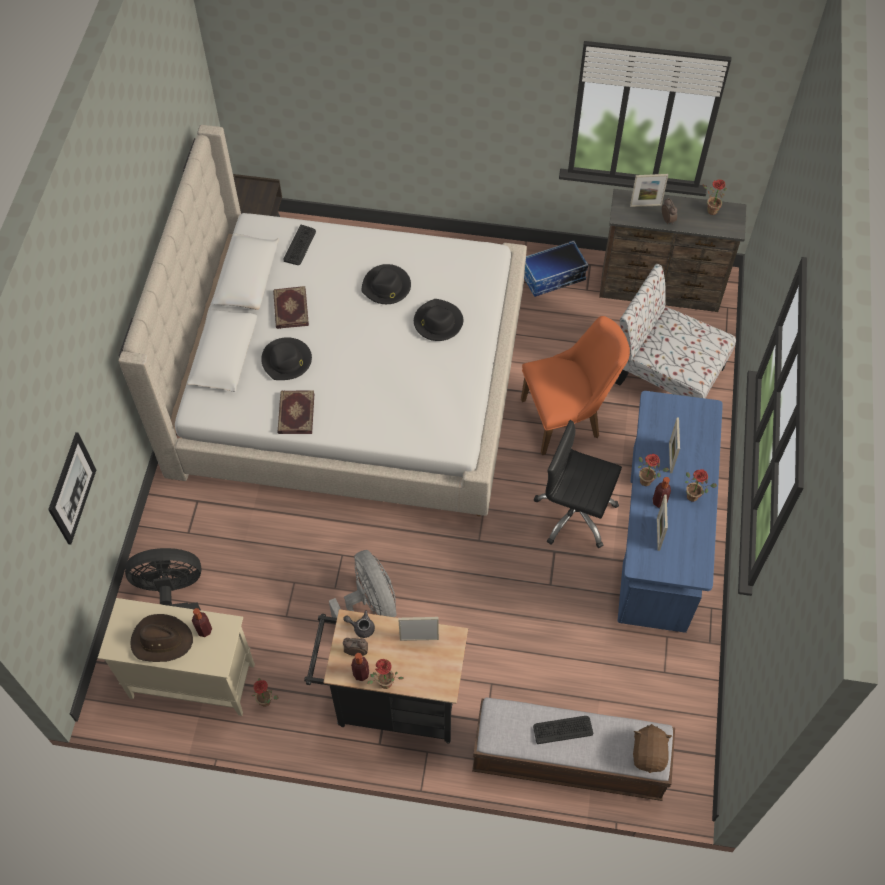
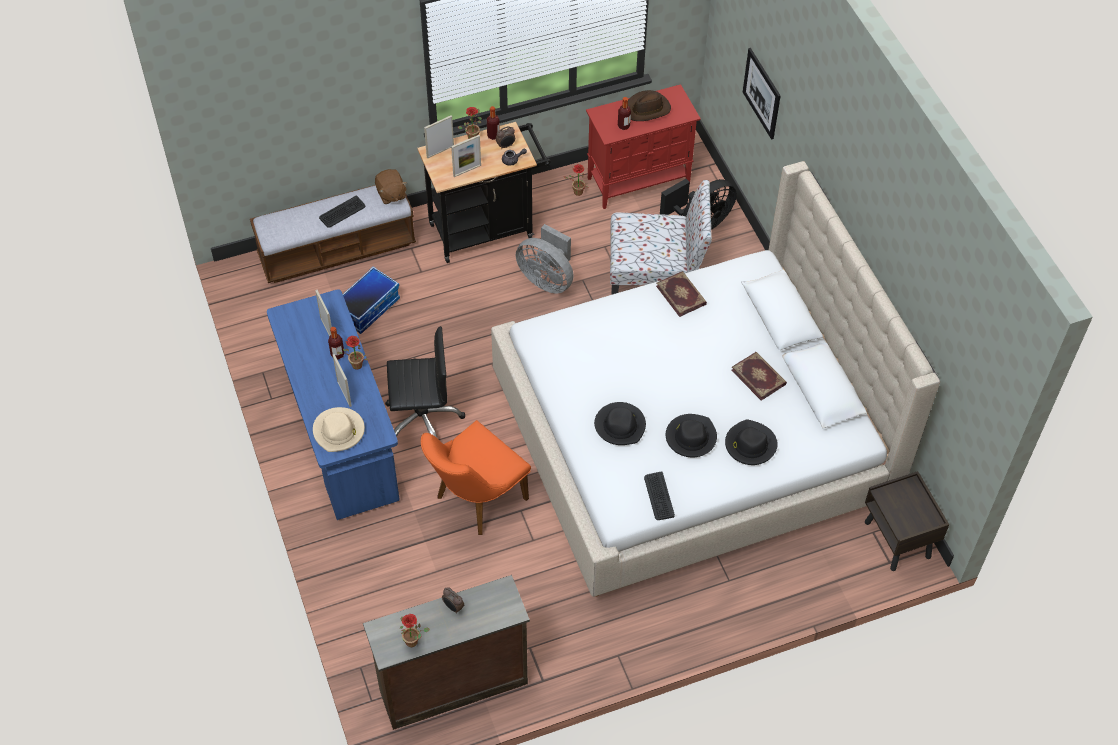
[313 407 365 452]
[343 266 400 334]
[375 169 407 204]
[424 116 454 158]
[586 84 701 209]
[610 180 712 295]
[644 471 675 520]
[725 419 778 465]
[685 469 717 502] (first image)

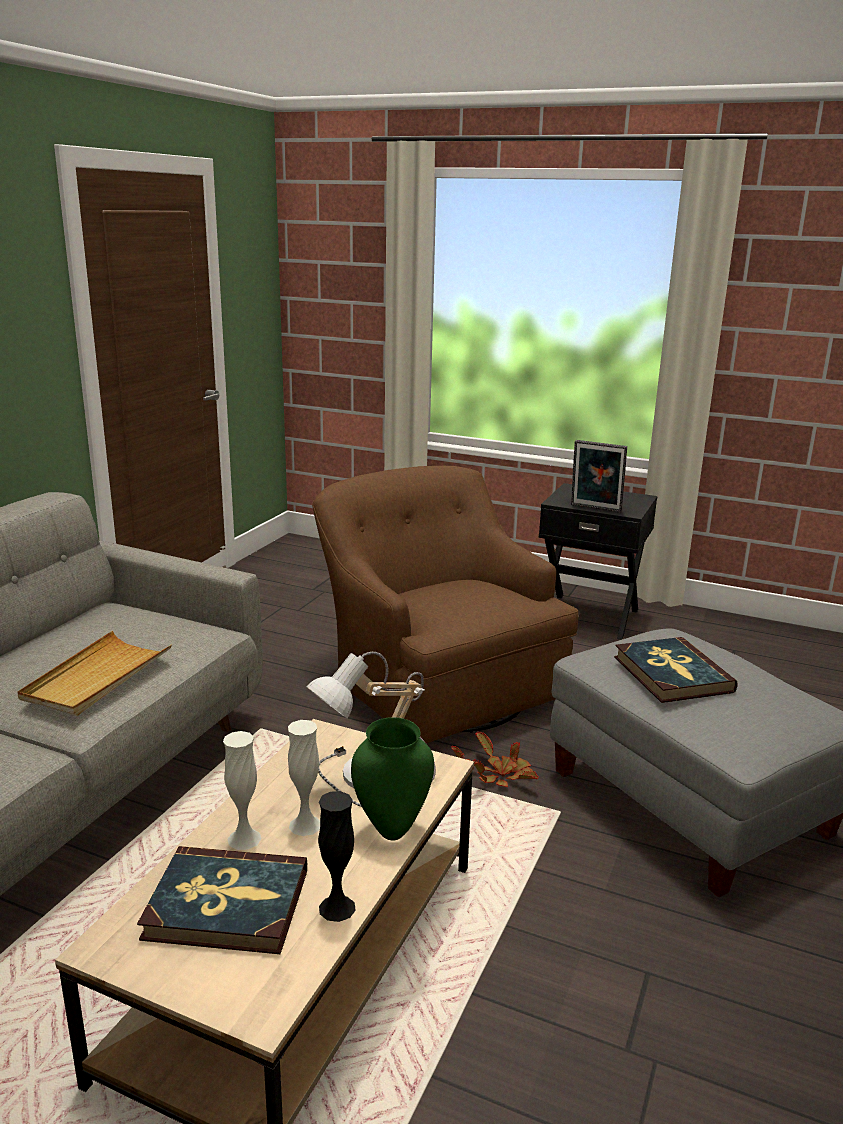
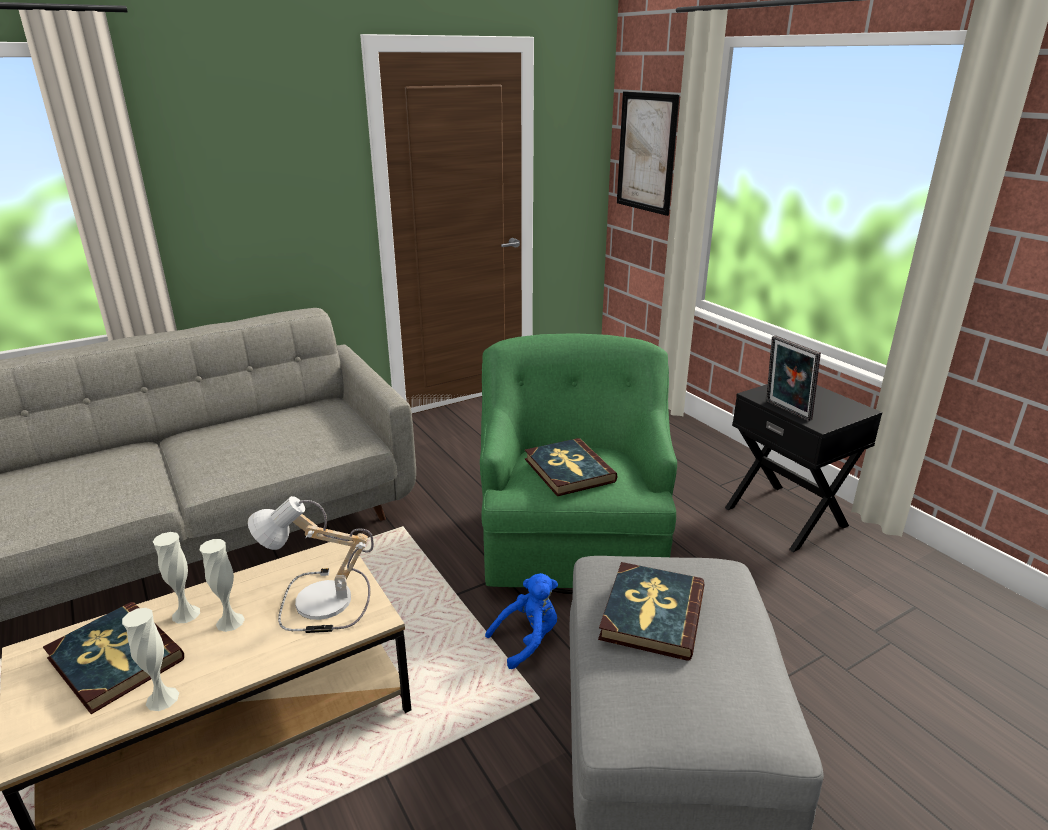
[122 608 179 711]
[480 333 677 594]
[485 573 558 669]
[525 438 617 496]
[617 91 680 216]
[17 631 172 716] (first image)
[351 717 434 840] (first image)

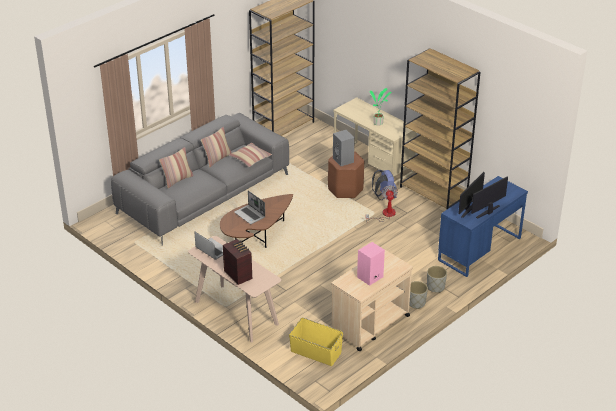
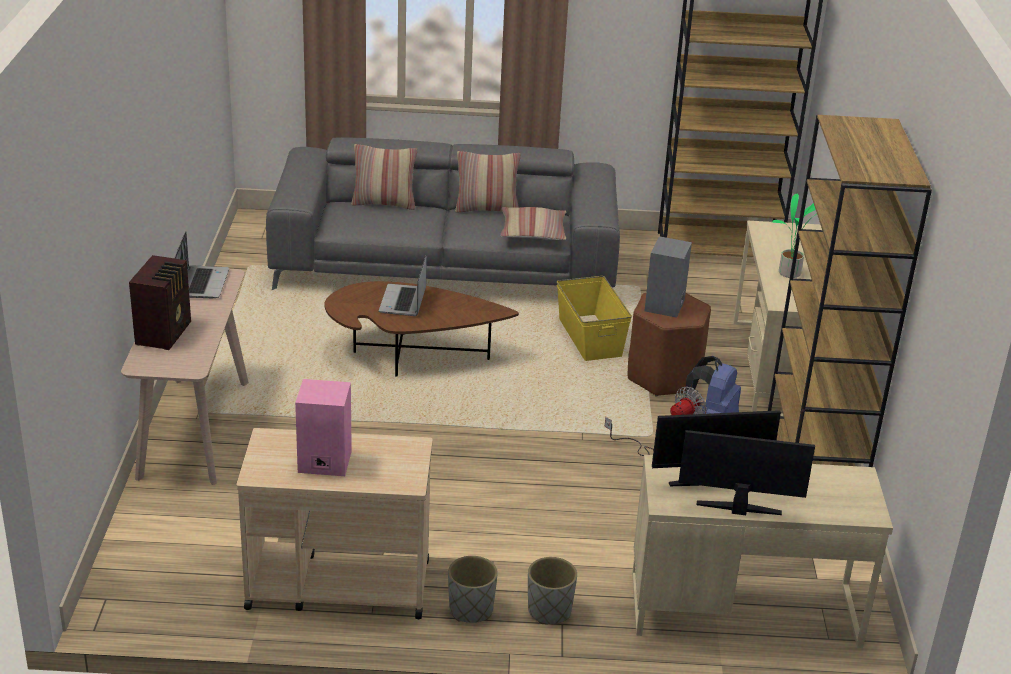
[557 276 632 361]
[632 455 893 648]

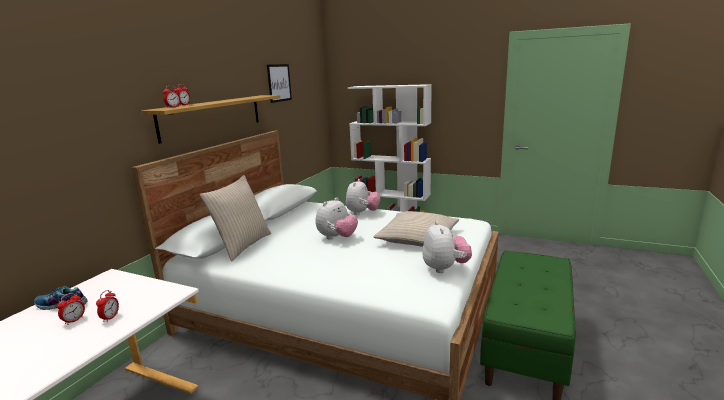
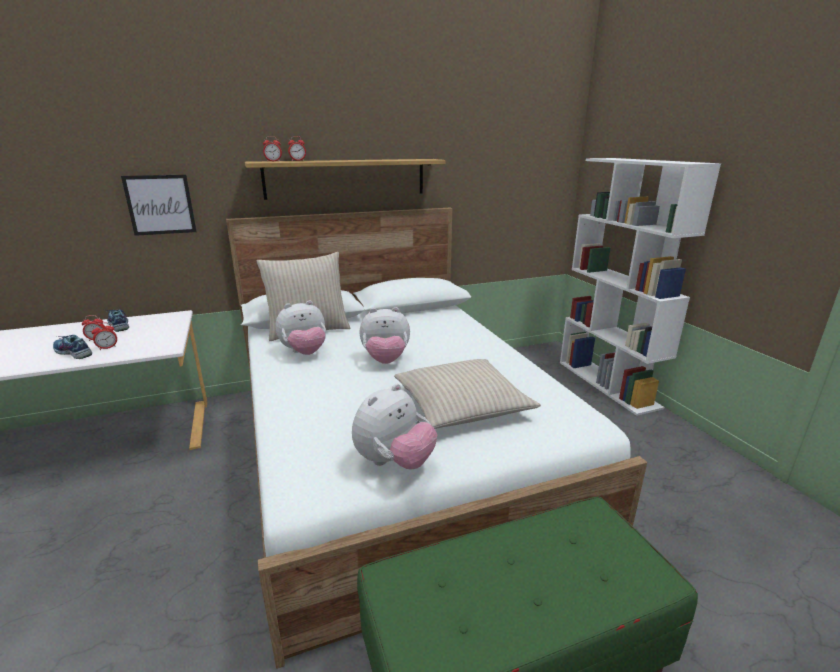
[53 335 92 359]
[121 175 197 236]
[276 300 326 355]

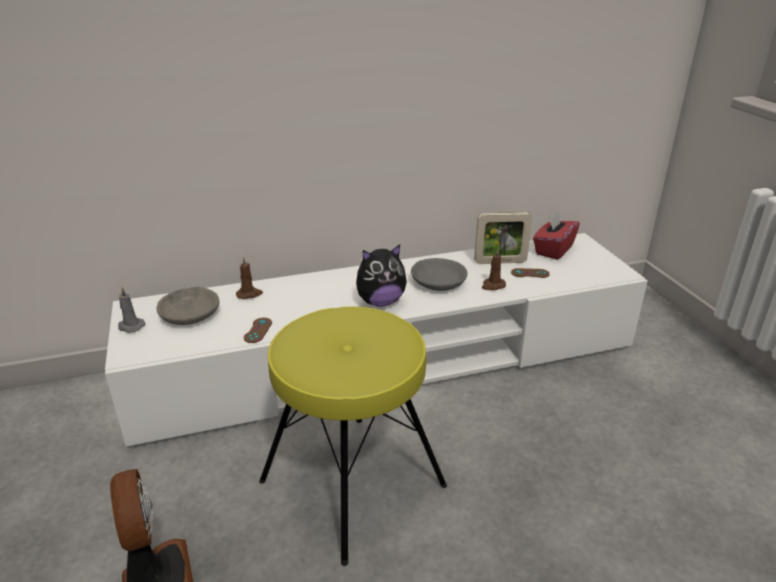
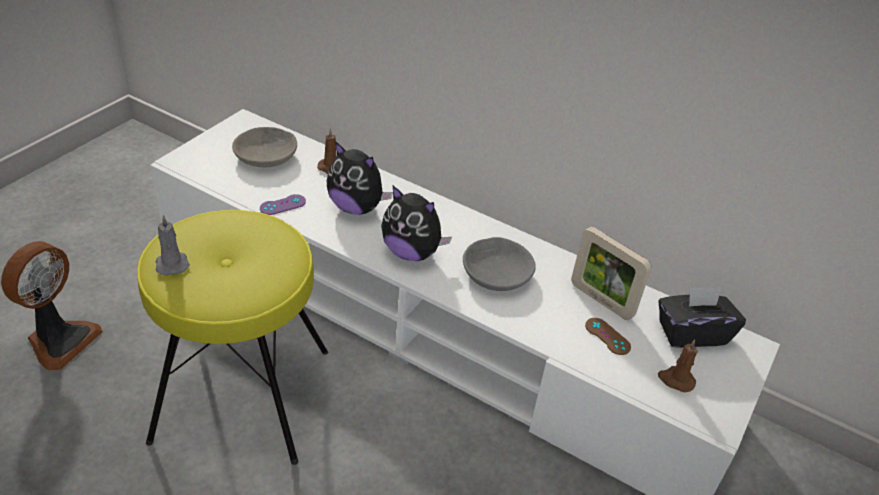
[156 215 190 276]
[260 194 306 215]
[327 141 393 215]
[658 287 746 348]
[658 339 698 392]

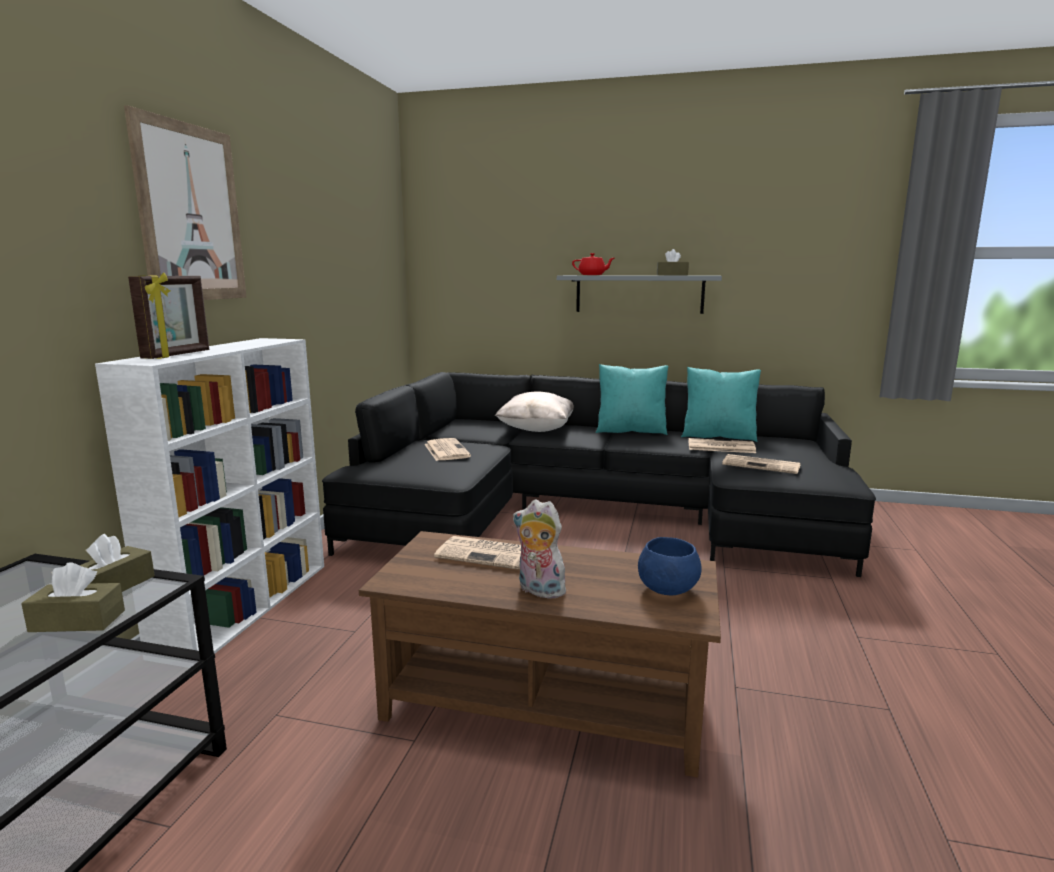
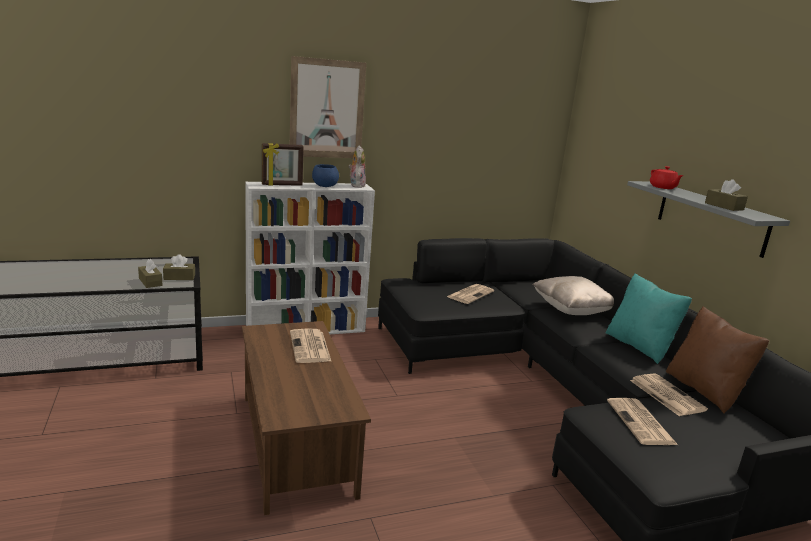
[312 164 339 187]
[348 145 366 188]
[666 306 769 413]

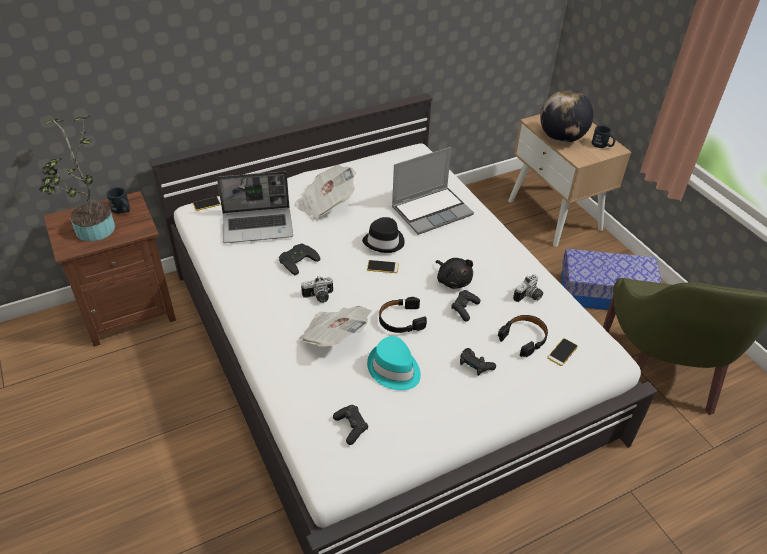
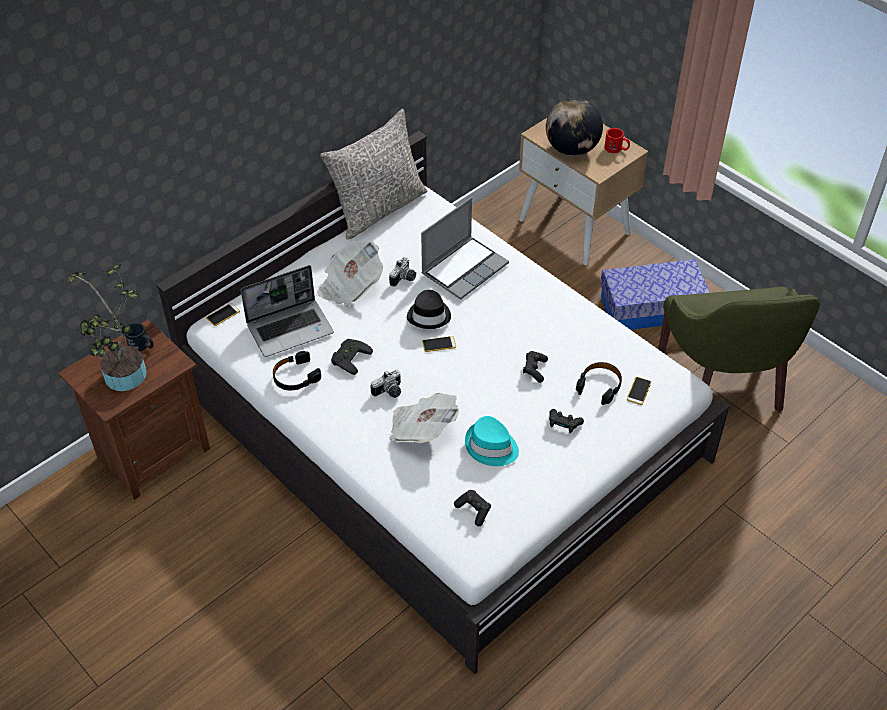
[273 351 321 390]
[320 109 428 240]
[389 257 416 287]
[605 128 630 153]
[436 258 473 289] (first image)

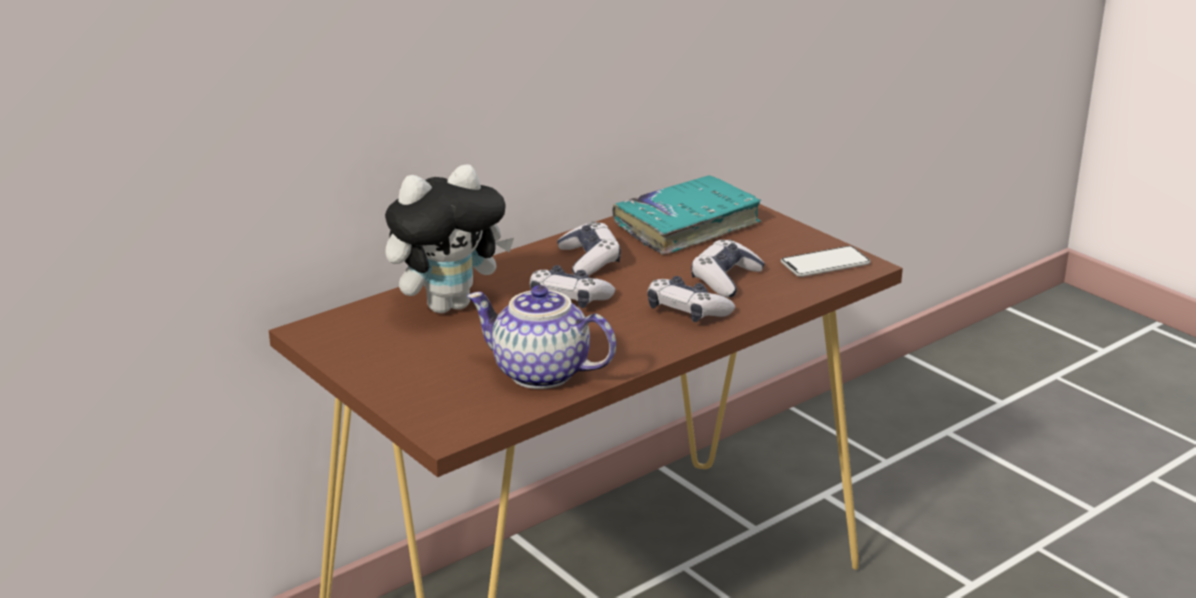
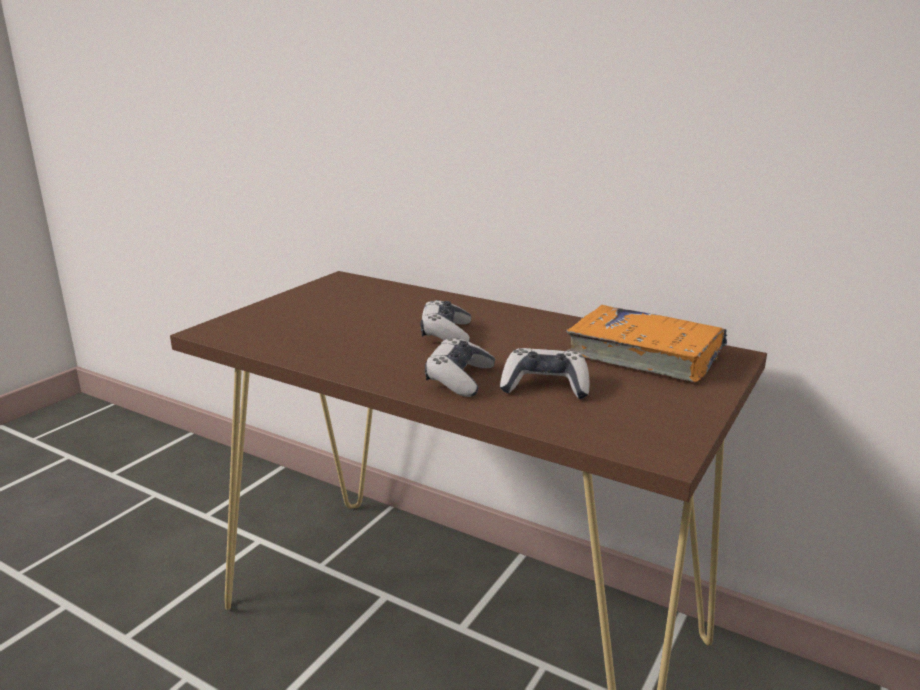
[566 305 727 382]
[385 164 514 313] (first image)
[467 285 616 389] (first image)
[557 221 621 276] (first image)
[781 246 871 277] (first image)

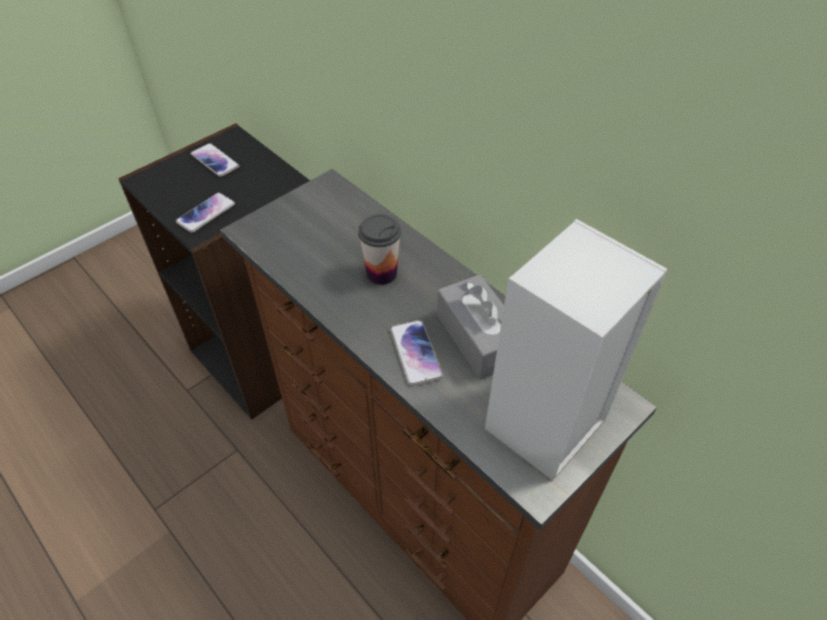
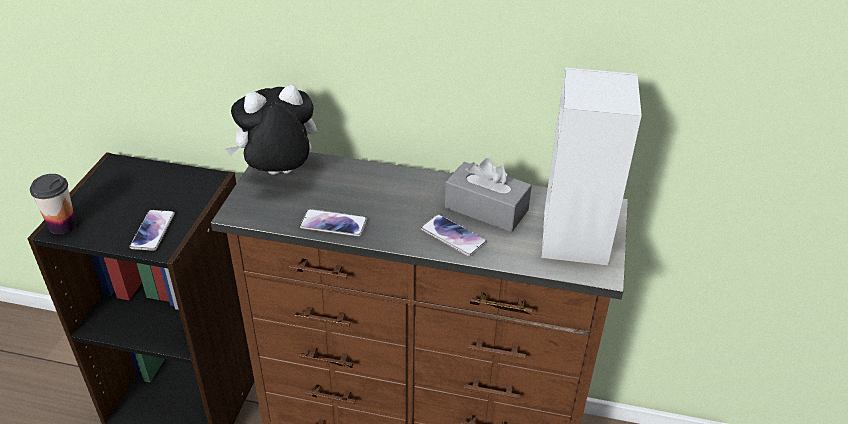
[30 174 76 234]
[225 85 317 175]
[300 209 367 237]

